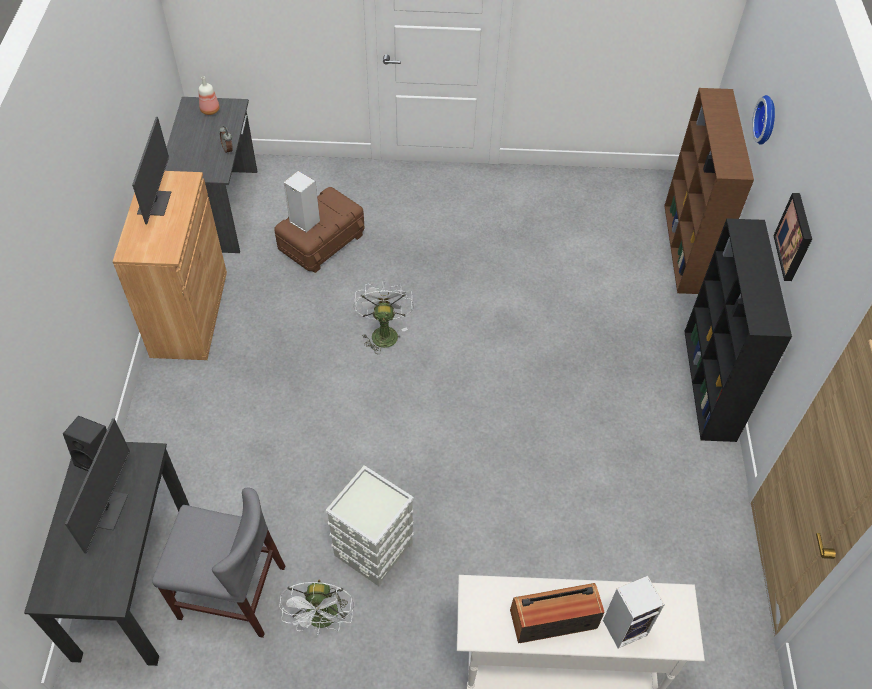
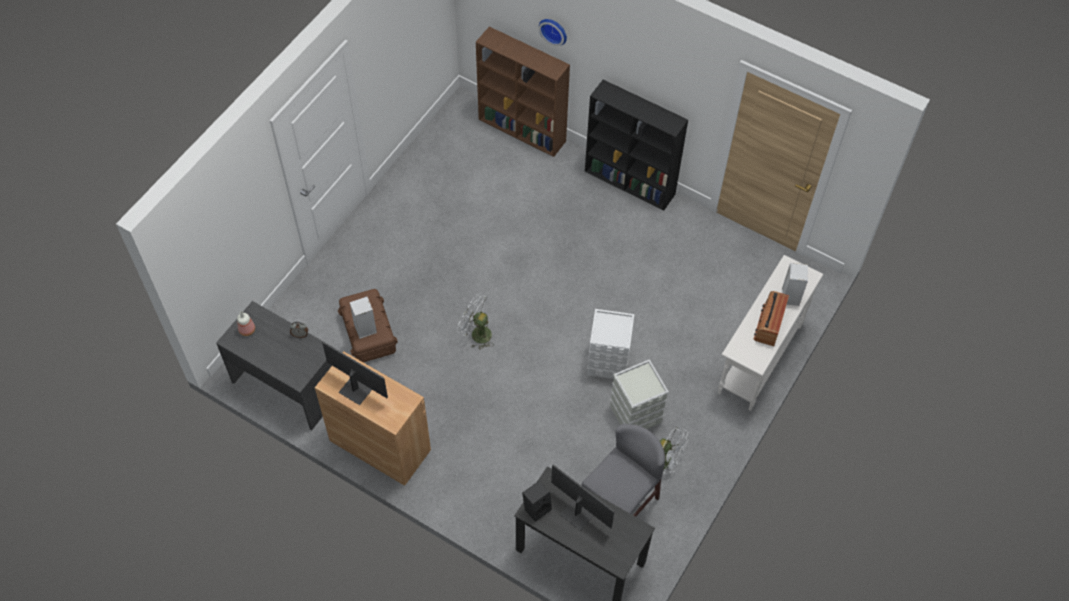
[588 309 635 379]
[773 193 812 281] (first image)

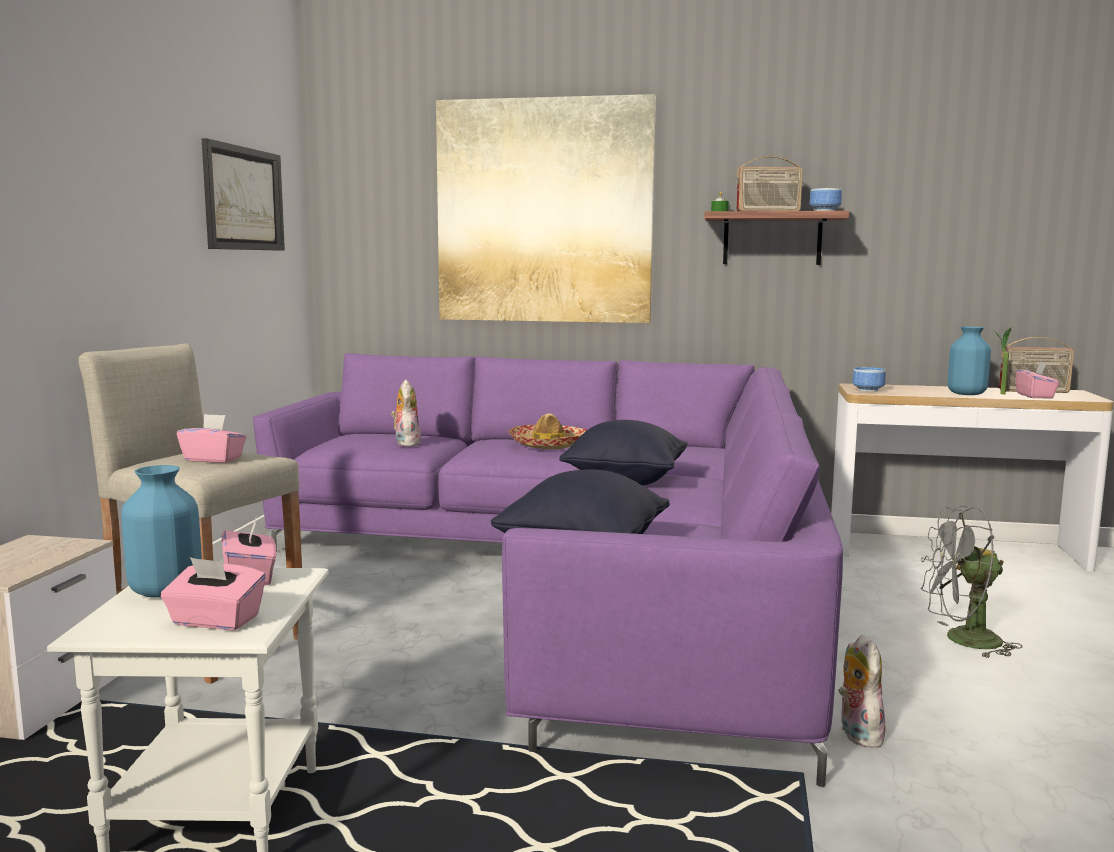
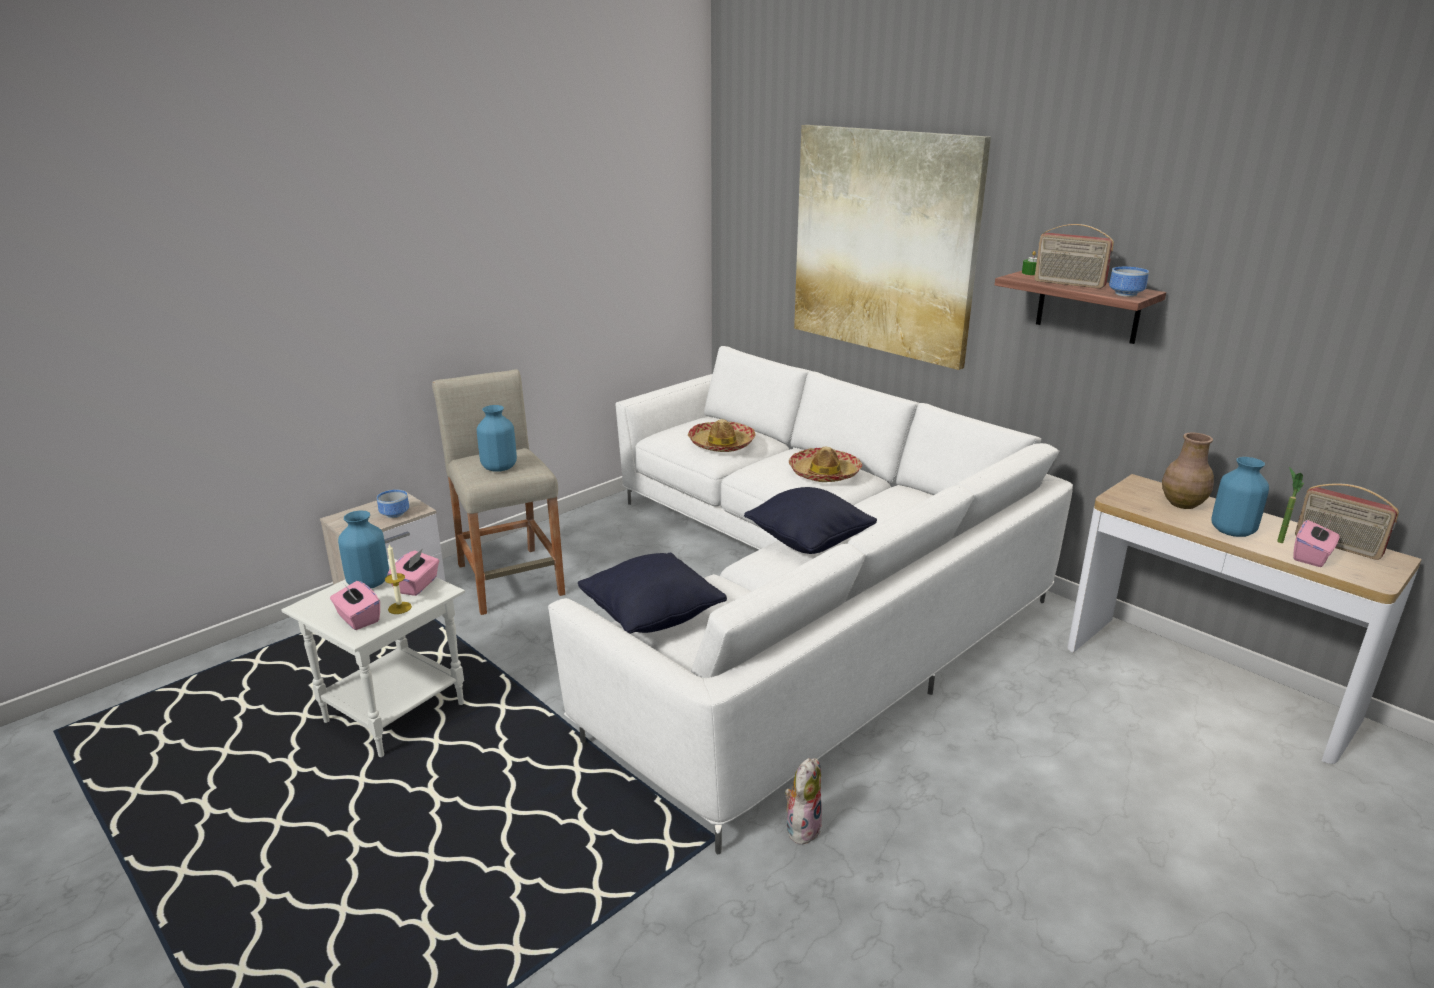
[377 490 409 518]
[385 544 412 614]
[477 405 517 472]
[548 346 1073 854]
[688 419 756 452]
[1162 433 1214 509]
[202 138 285 251] (first image)
[921 506 1023 658] (first image)

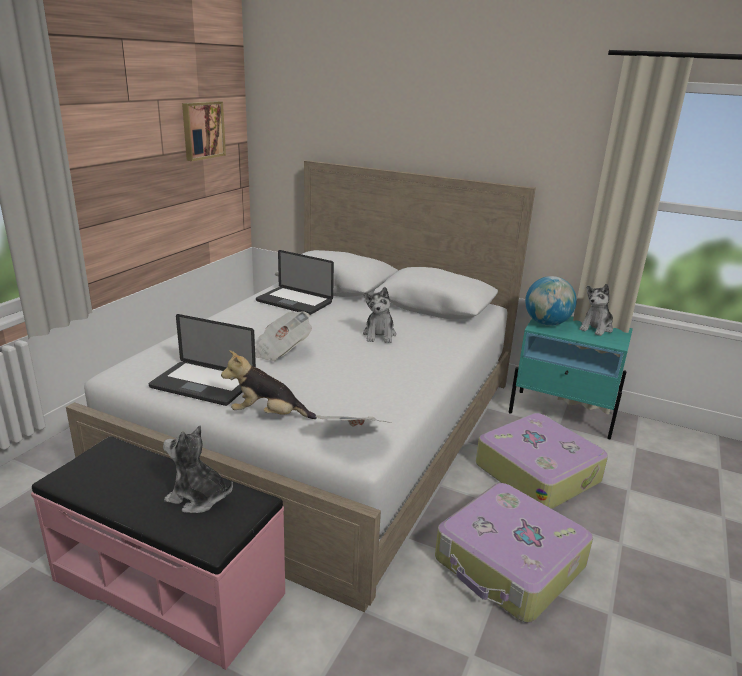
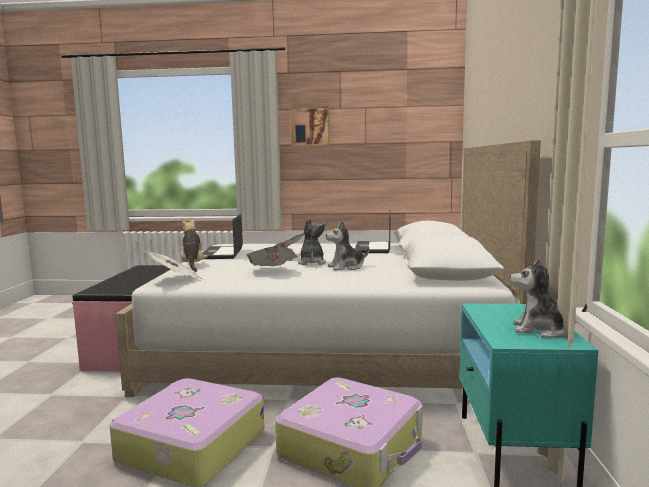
[246 246 297 266]
[291 106 330 147]
[298 217 326 265]
[525 276 577 326] (first image)

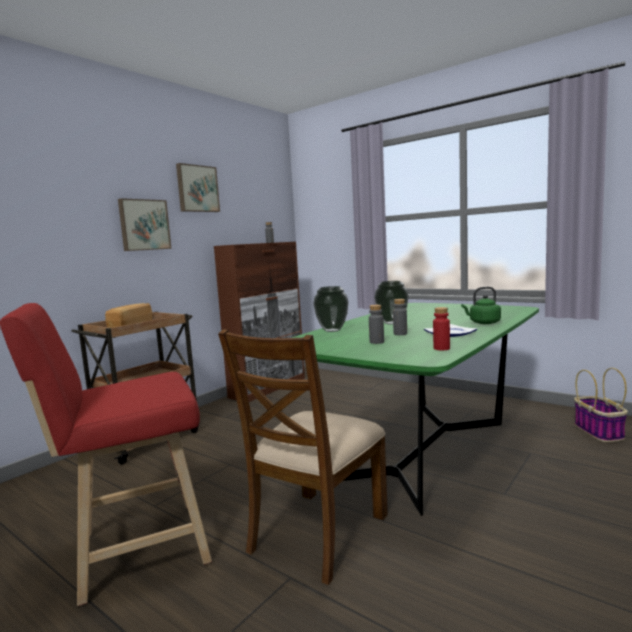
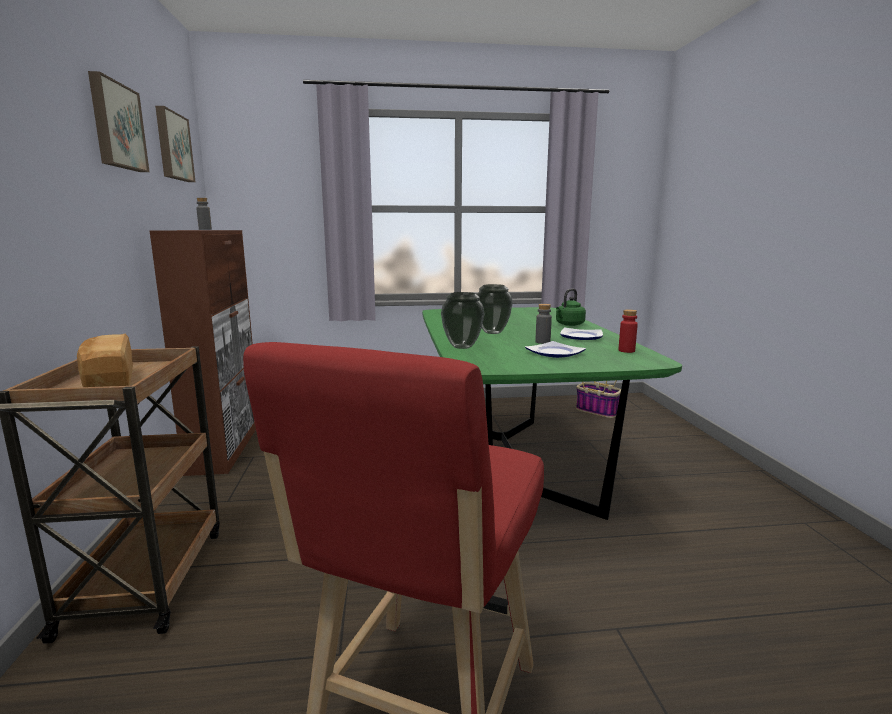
[155 106 196 182]
[525 341 586 358]
[218 329 388 585] (first image)

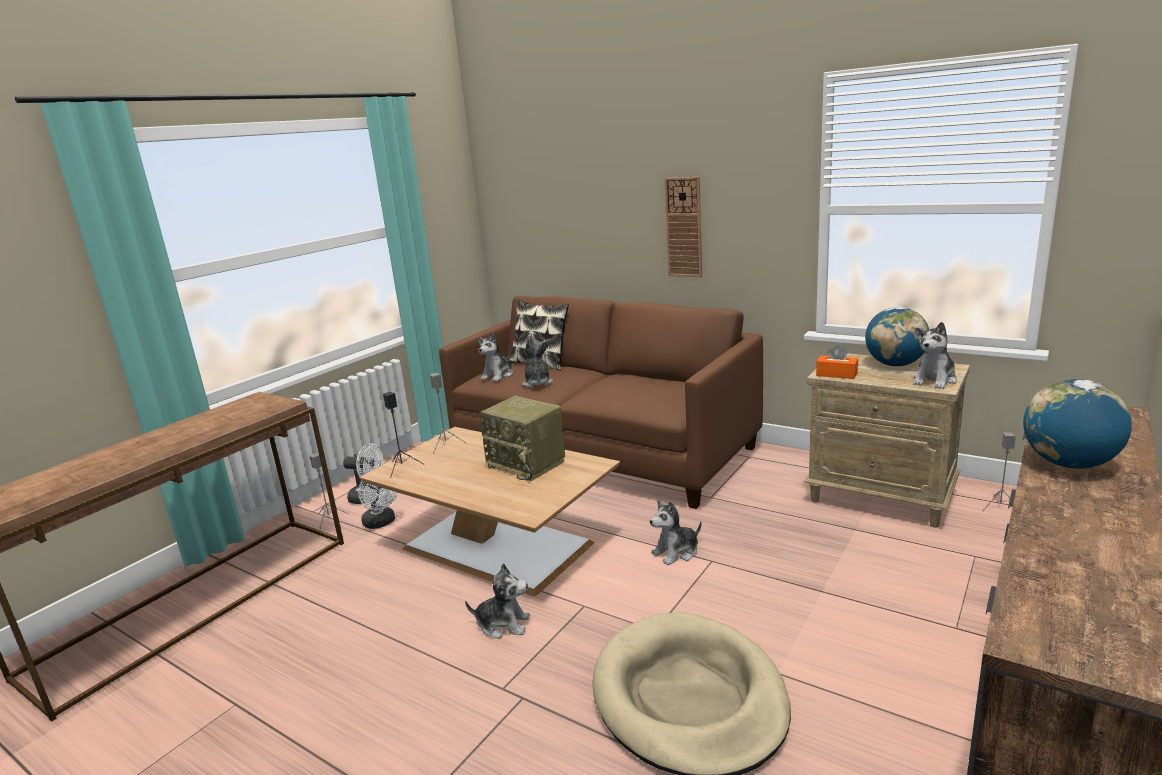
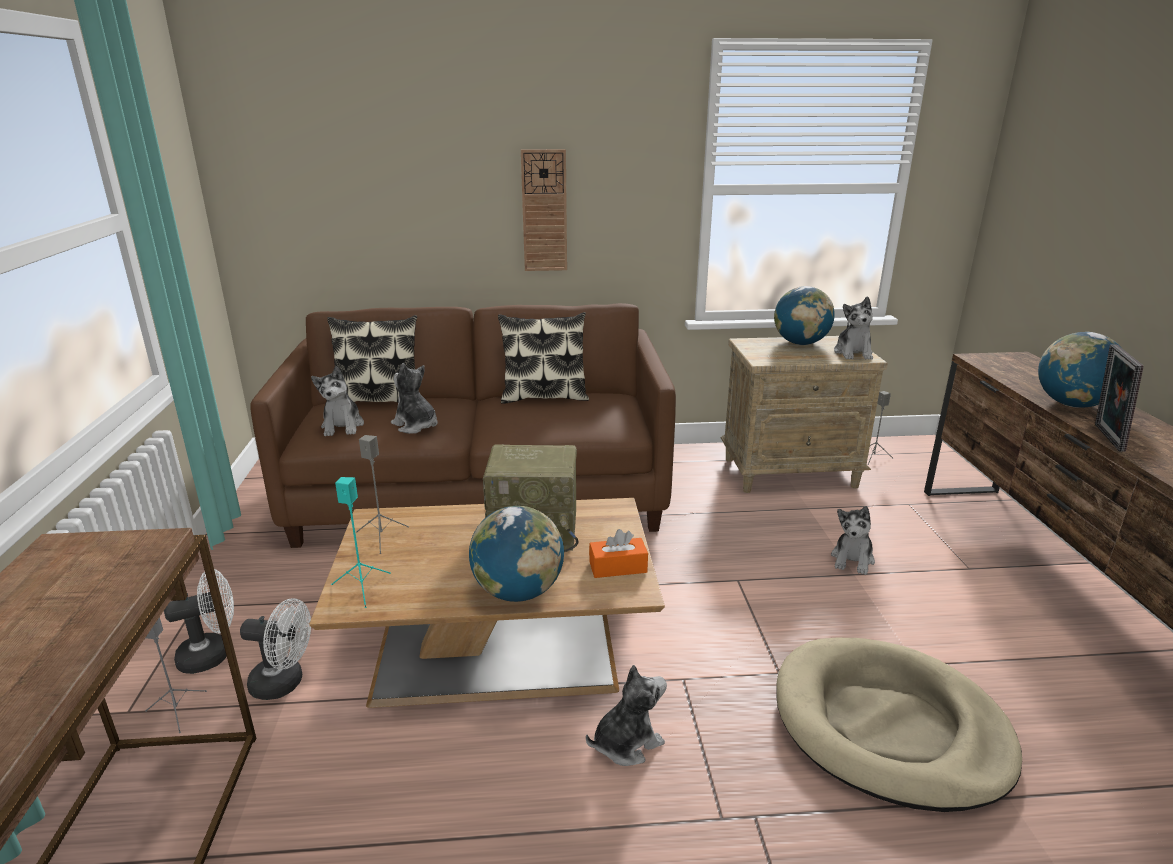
[331 477 391 608]
[469 506 564 602]
[498 312 589 404]
[589 529 648 578]
[831 506 875 575]
[1095 344 1144 452]

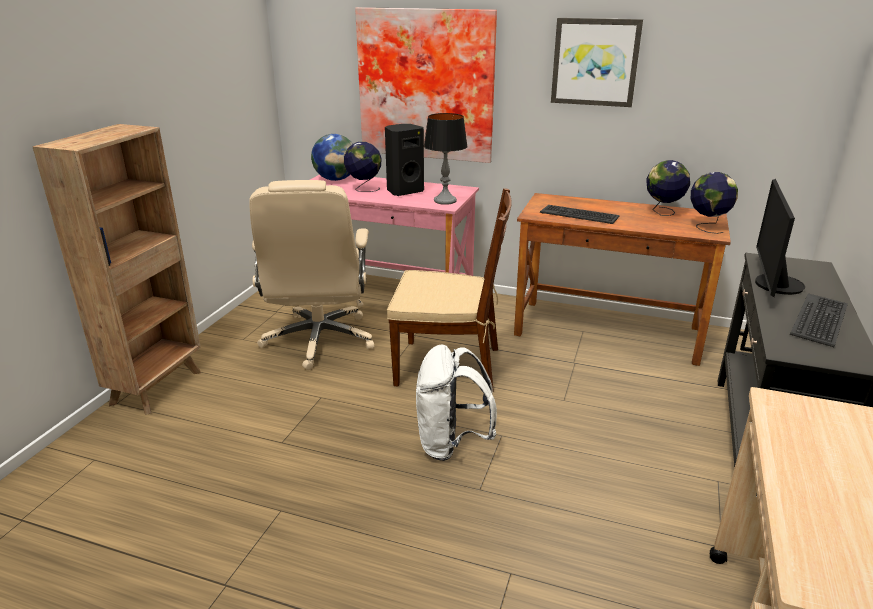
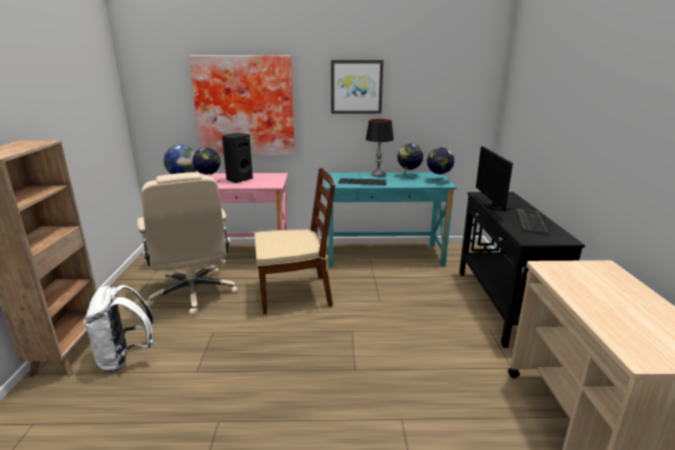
[83 285 154 371]
[326 172 457 267]
[366 119 394 177]

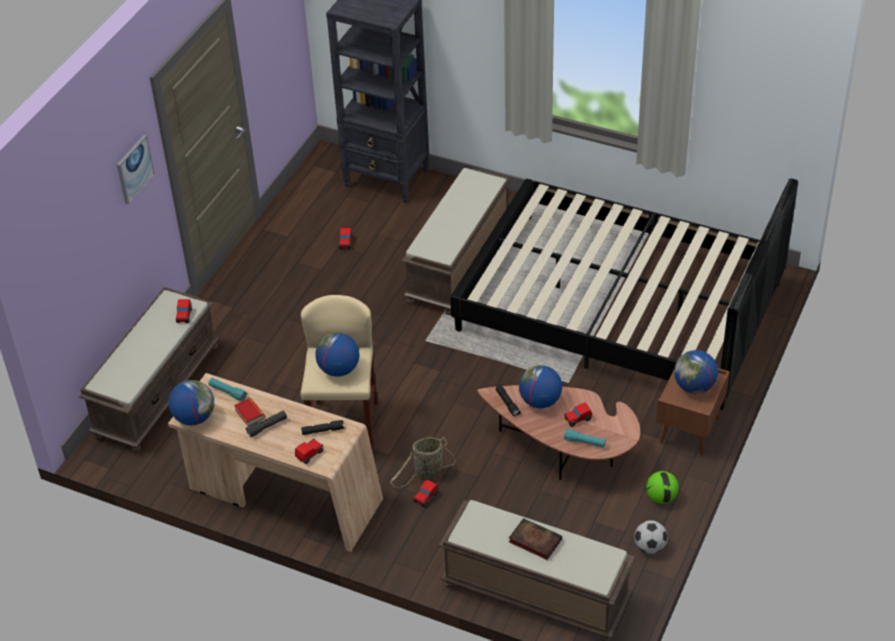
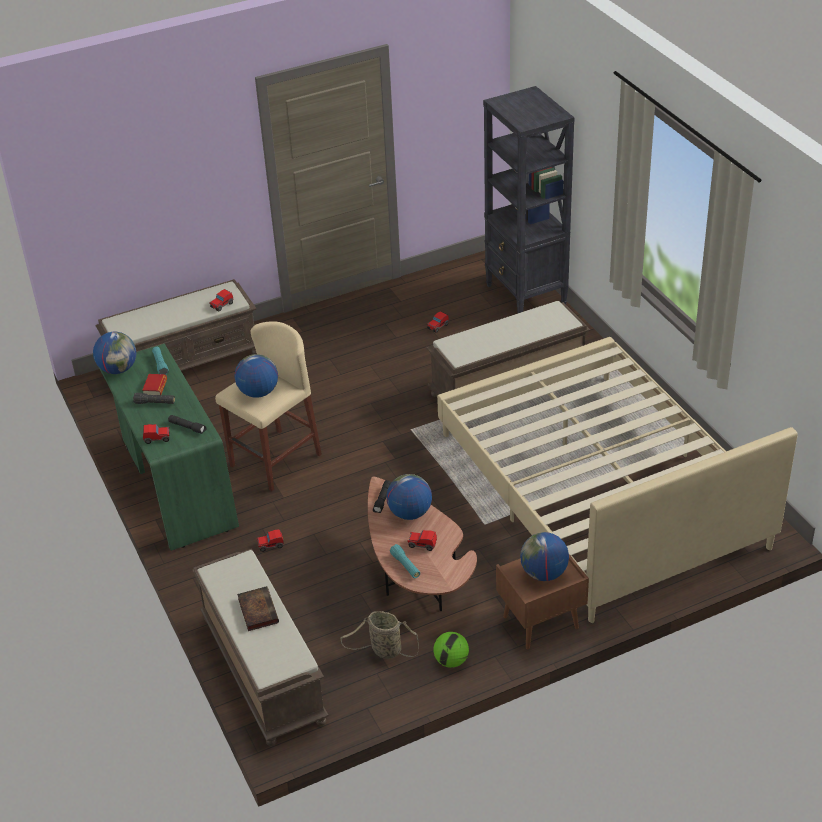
[99 344 239 551]
[340 611 419 659]
[437 337 798 623]
[117 135 155 204] (first image)
[634 520 668 554] (first image)

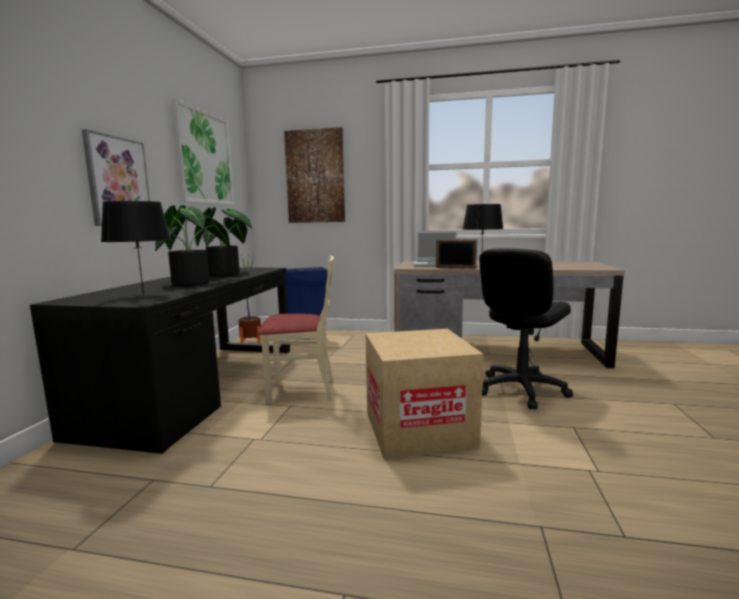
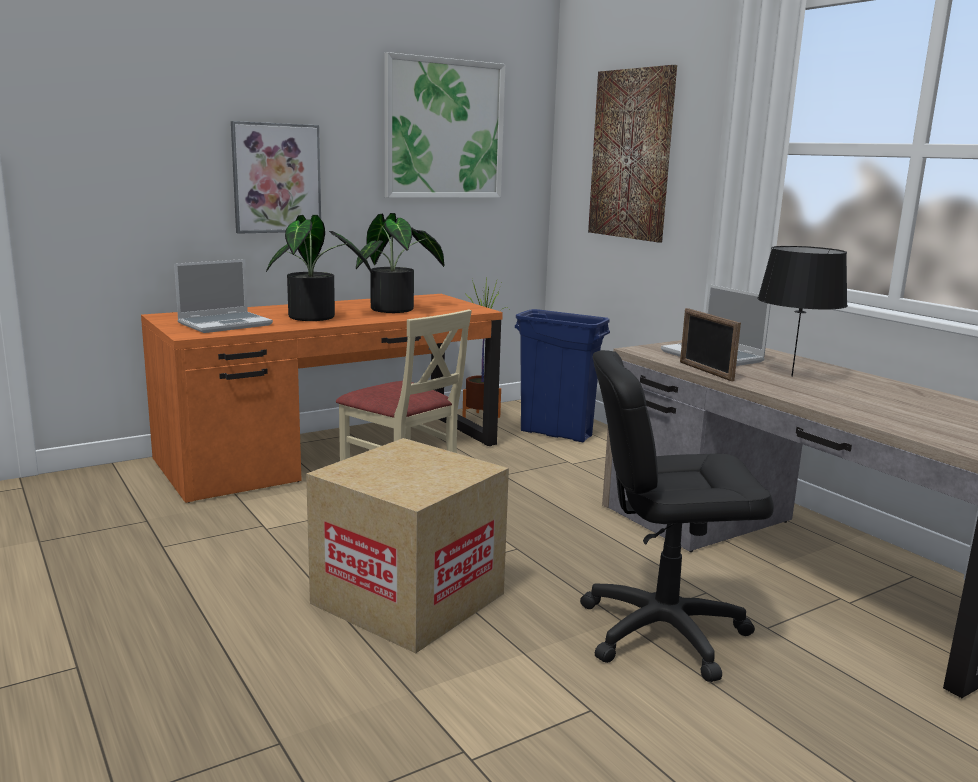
[141 294 503 503]
[174 259 273 333]

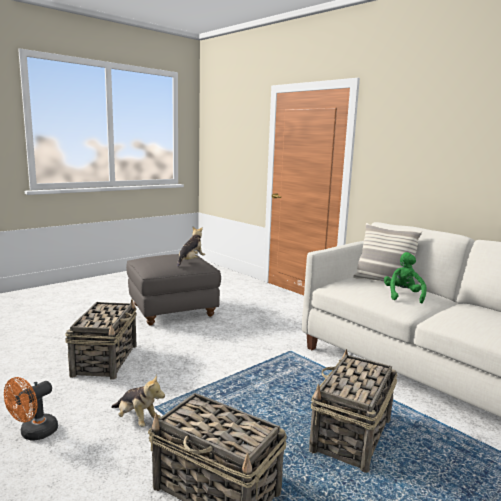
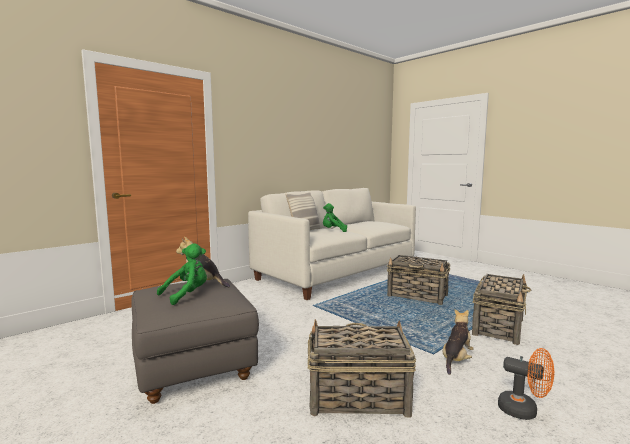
[157 244 207 305]

